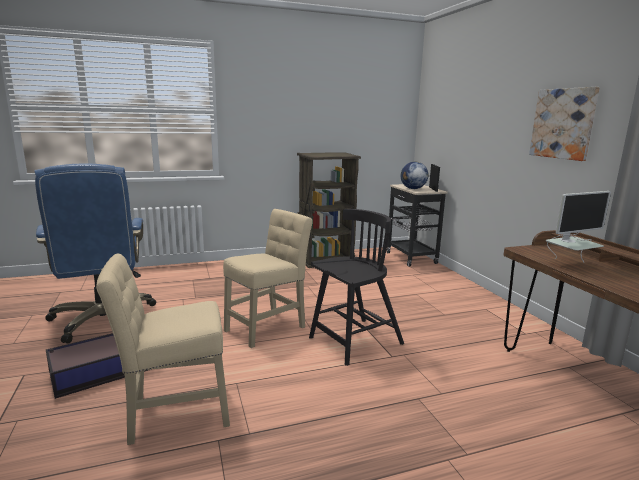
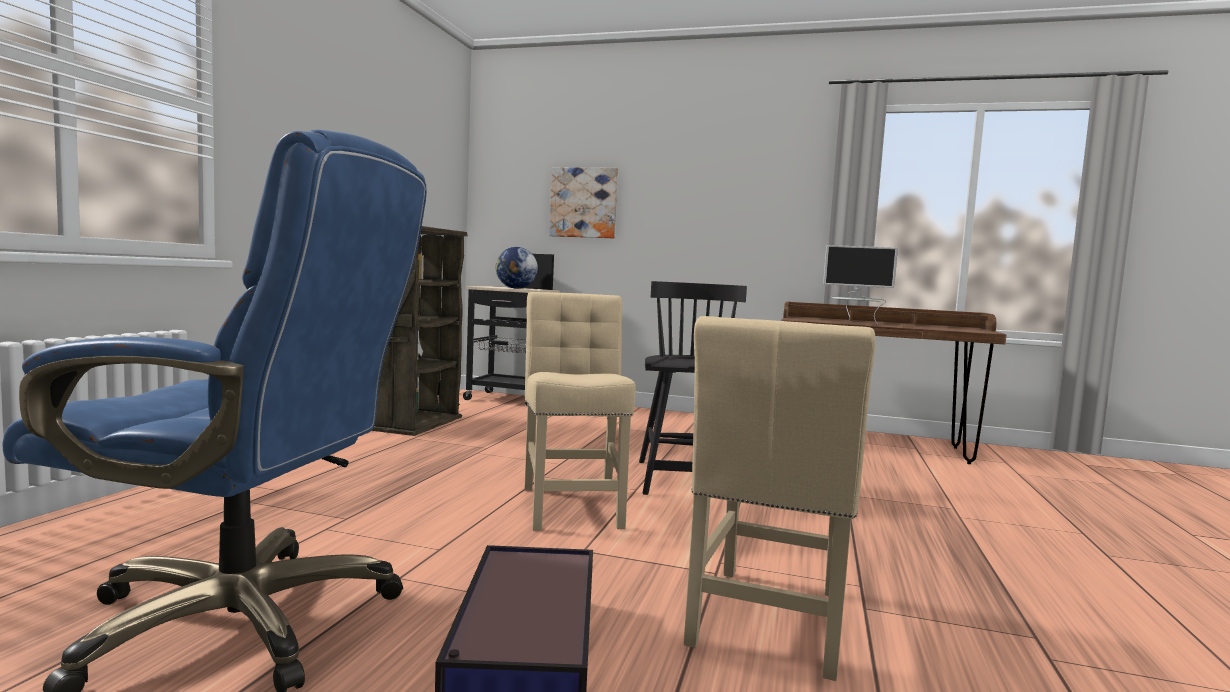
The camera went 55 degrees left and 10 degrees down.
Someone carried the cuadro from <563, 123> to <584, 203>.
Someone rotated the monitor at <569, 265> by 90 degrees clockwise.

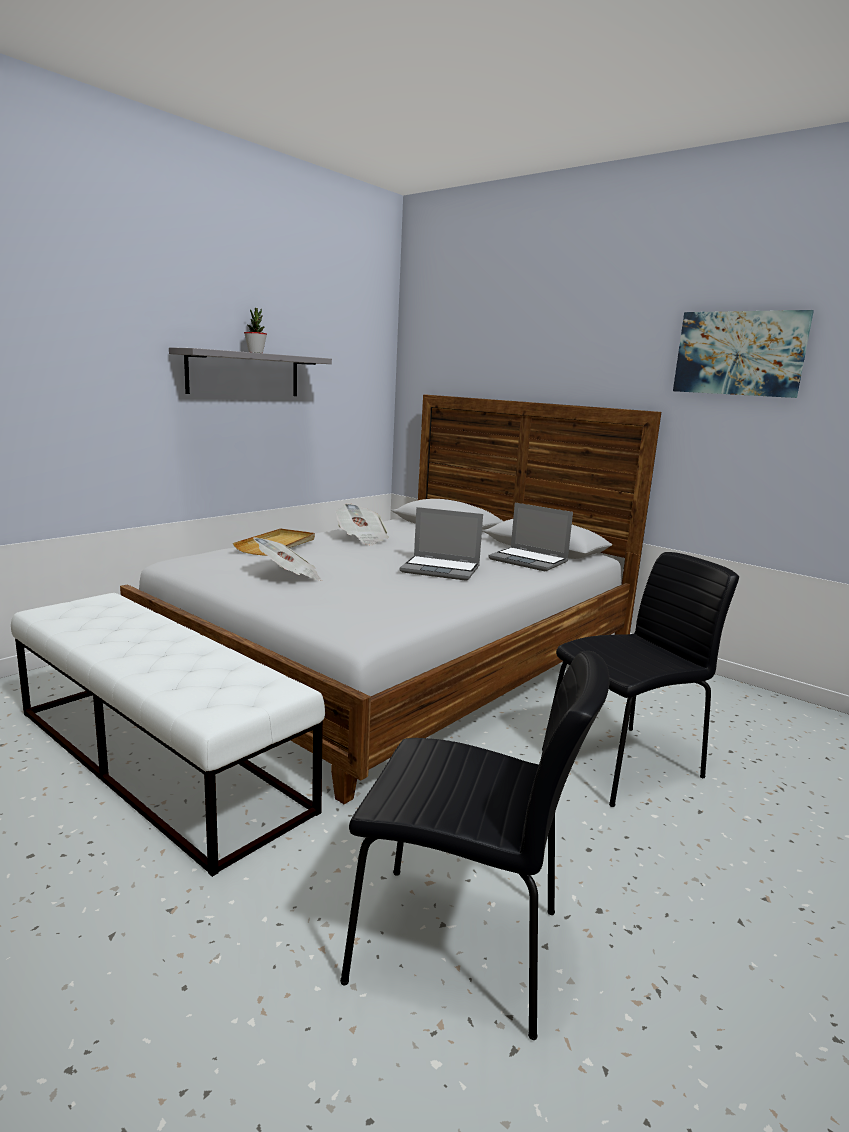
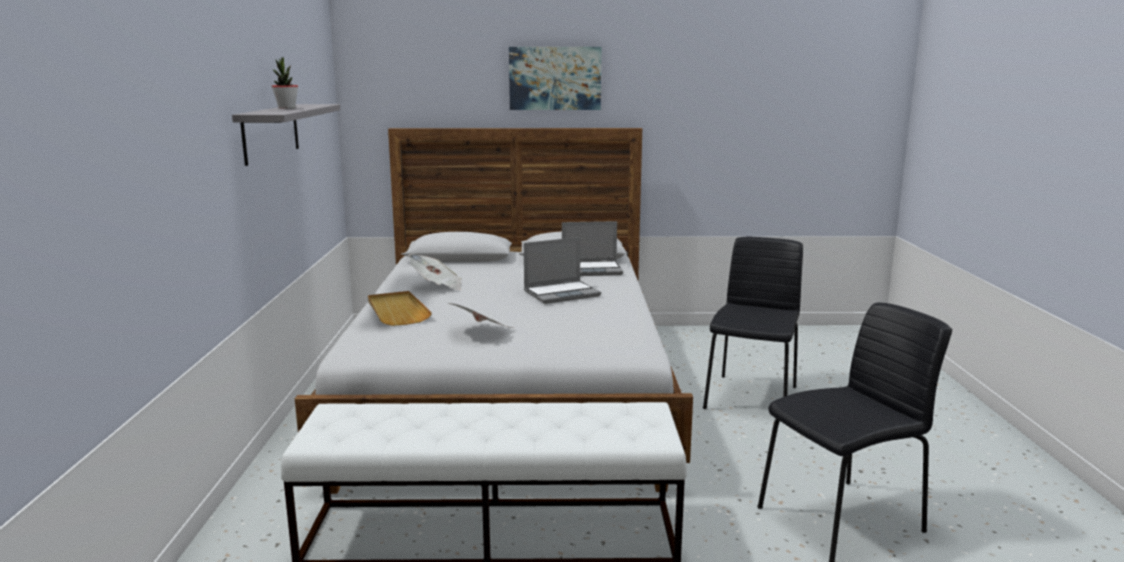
The camera went 40 degrees left and 0 degrees up.
Someone carried the cuadro from <739, 353> to <555, 78>.

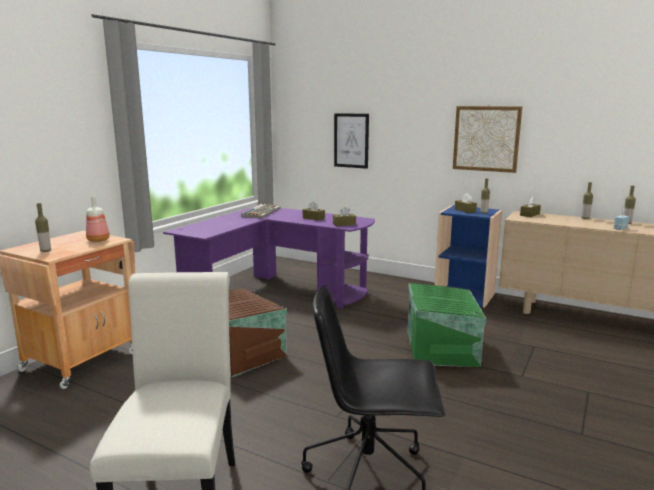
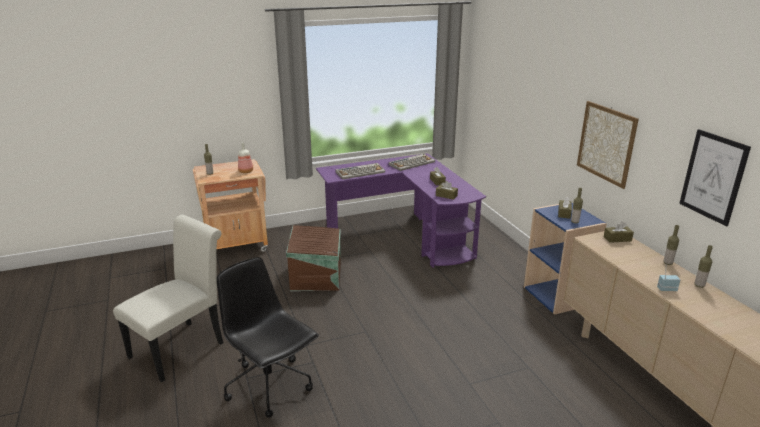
The camera went 40 degrees right and 10 degrees up.
Someone put down the teclado at <360, 172>.
Someone carried the cuadro from <351, 140> to <713, 177>.
Someone took away the caja de almacenaje (verde) at <442, 348>.

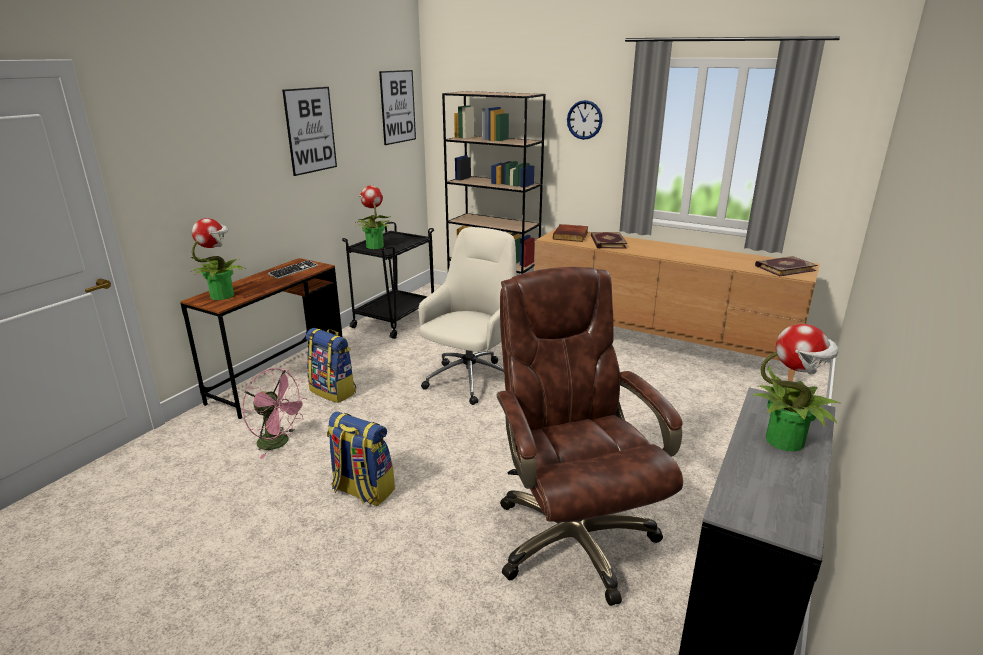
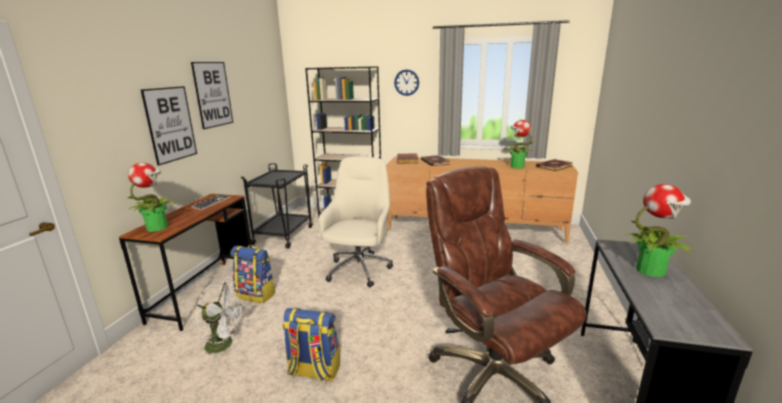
The camera went 15 degrees left and 5 degrees down.
Someone carried the cuadro from <398, 107> to <170, 124>.
Someone repainted the ventilador (rosa) at <279, 443>, which became the ventilador (blanco) at <225, 345>.
Someone carried the planta en maceta from <374, 246> to <516, 166>.

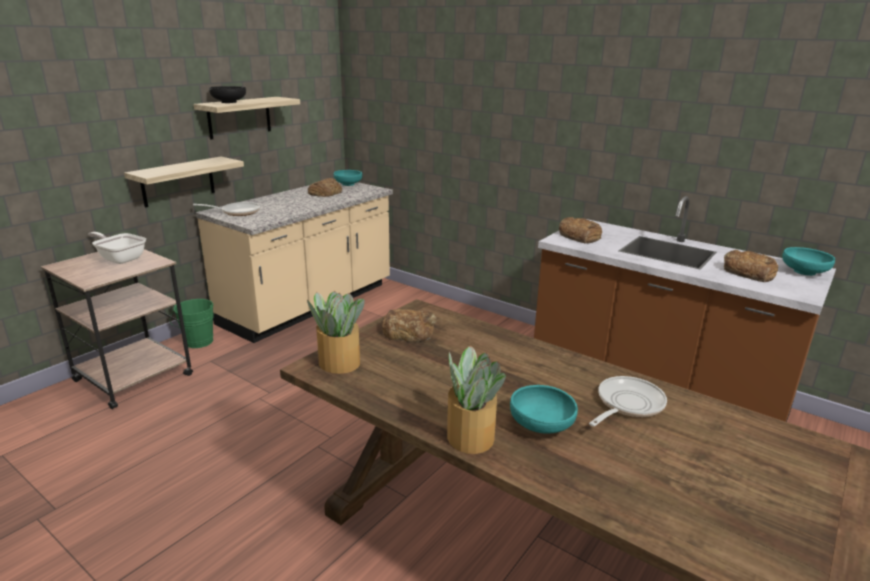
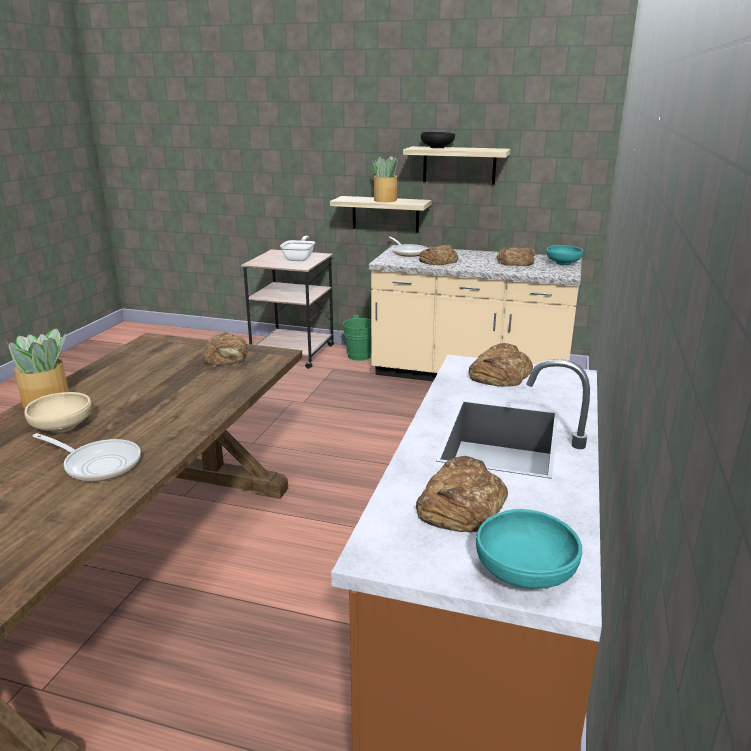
The camera went 70 degrees right and 0 degrees up.
Someone repainted the cuenco (turquesa) at <541, 425>, which became the cuenco (beis) at <62, 426>.
Someone carried the planta en maceta from <338, 362> to <385, 200>.
Someone put down the pan at <439, 260>.

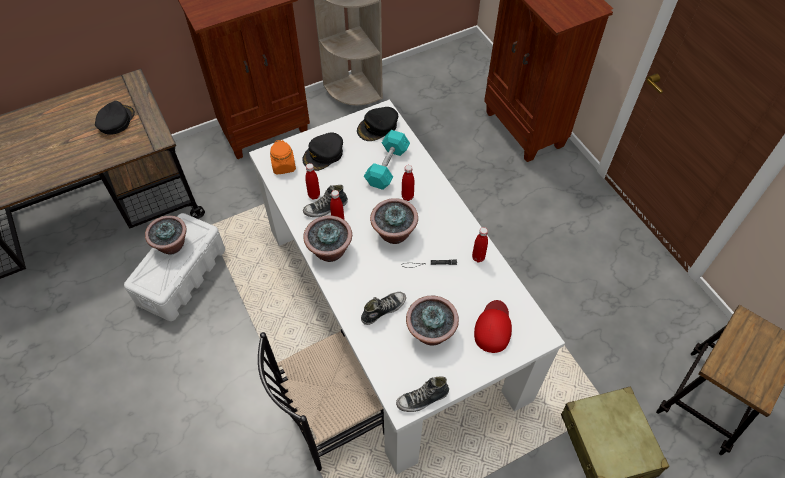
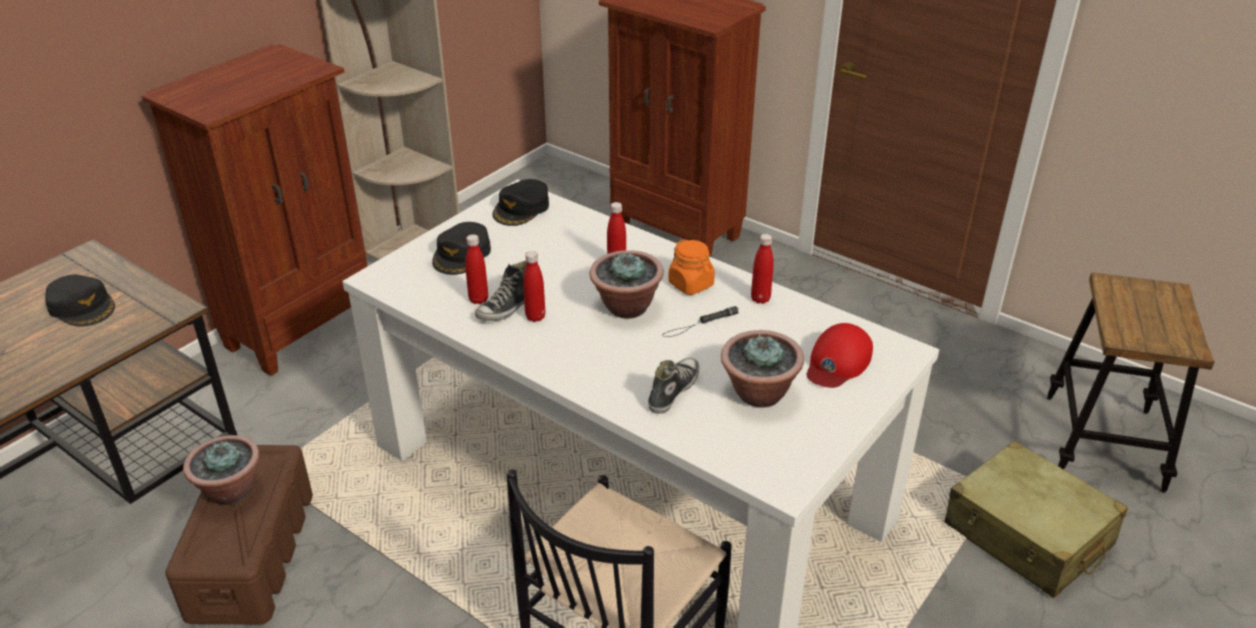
The camera went 25 degrees left and 20 degrees down.
Someone rotated the gorra (negro) at <115, 120> by 135 degrees clockwise.
Someone repainted the caja de almacenaje (blanco) at <182, 275>, which became the caja de almacenaje (marrón) at <252, 554>.
Someone carried the tarro (naranja) from <284, 166> to <691, 284>.
Someone rotated the gorra (rojo) at <493, 327> by 135 degrees counterclockwise.
Someone took away the planta en maceta at <329, 251>.
Someone took away the mancuerna (turquesa) at <387, 167>.
Someone took away the zapato at <422, 399>.

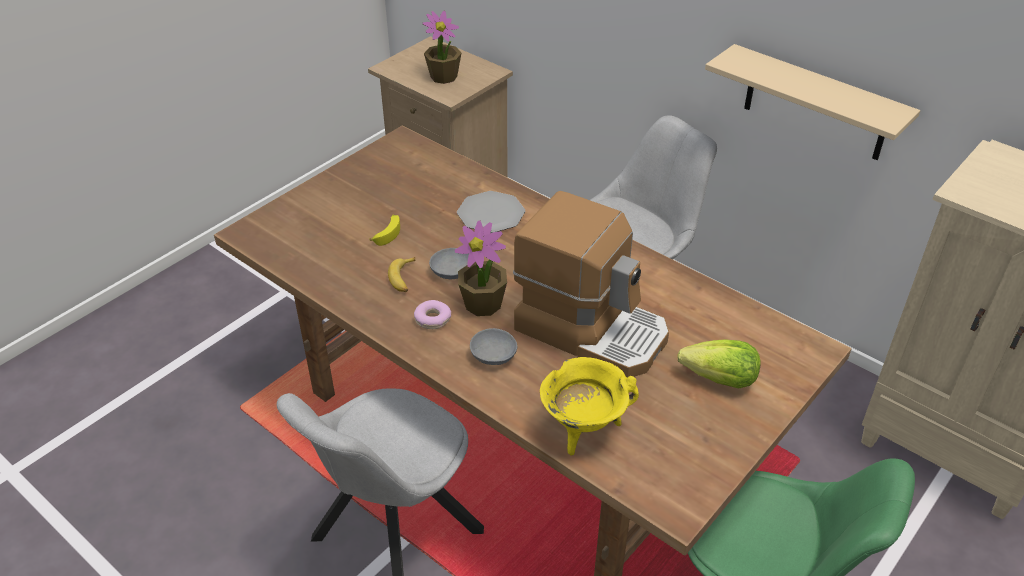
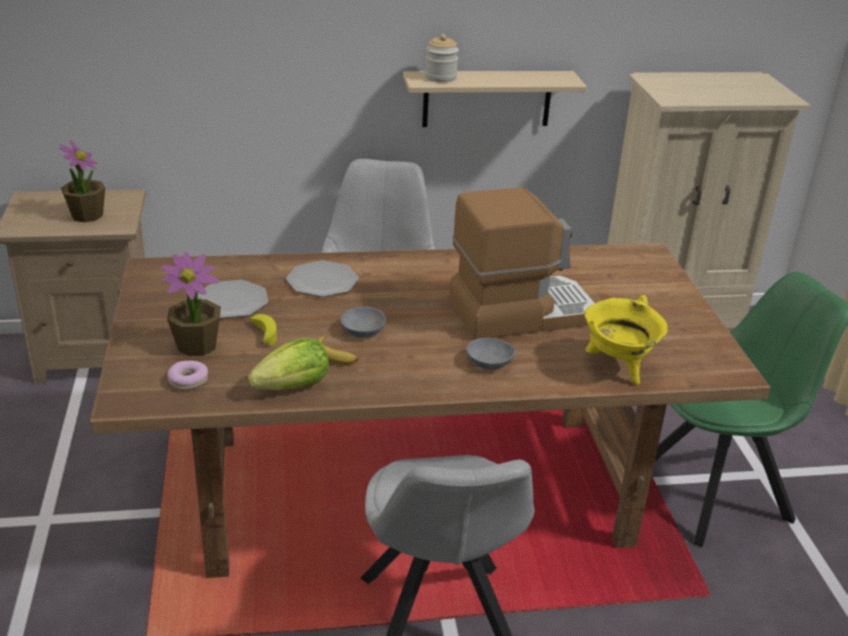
The camera went 50 degrees left and 10 degrees down.
Someone carried the planta en maceta from <483, 304> to <197, 345>.
Someone carried the rosquilla from <433, 319> to <188, 380>.
Someone put down the plato at <231, 301>.
Someone carried the lechuga from <720, 379> to <294, 387>.
Someone put down the tarro at <440, 77>.

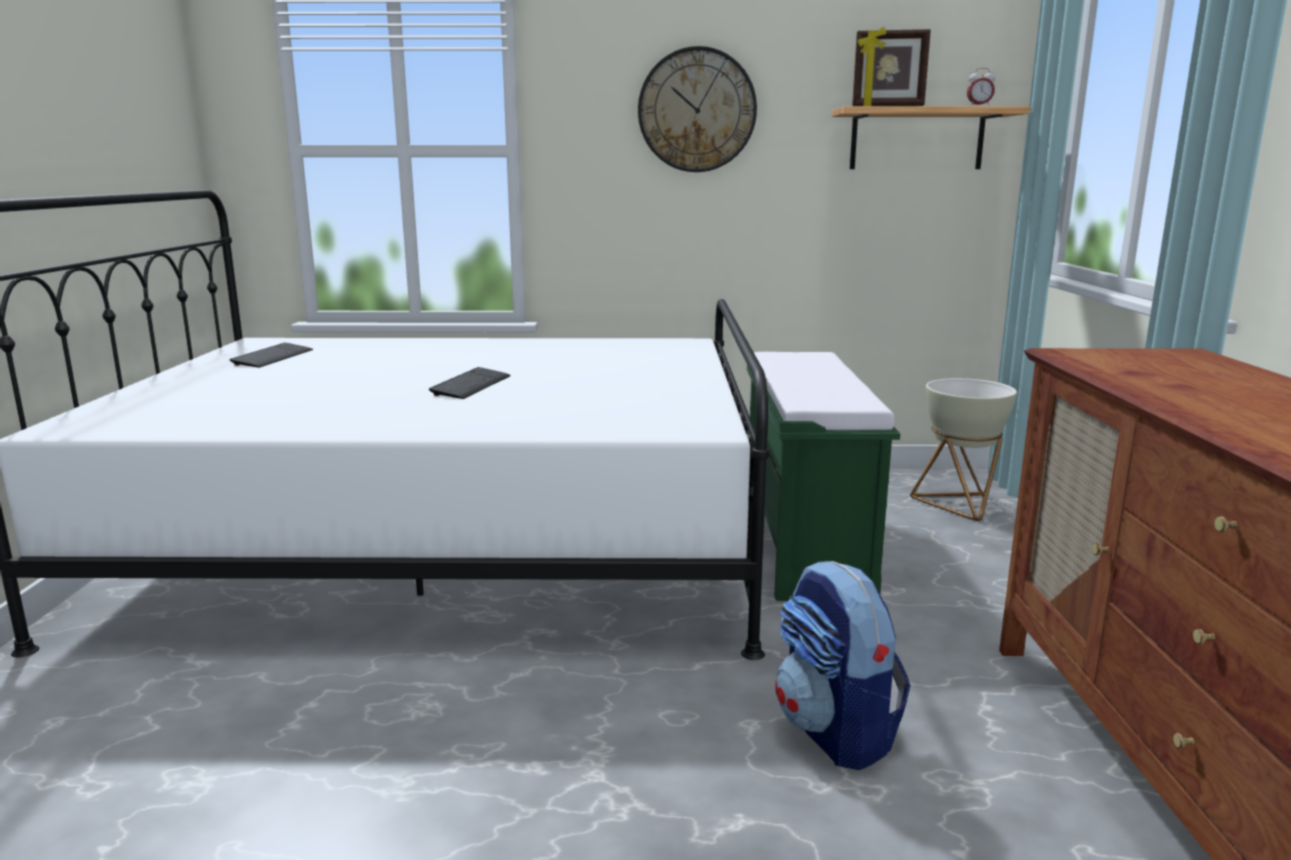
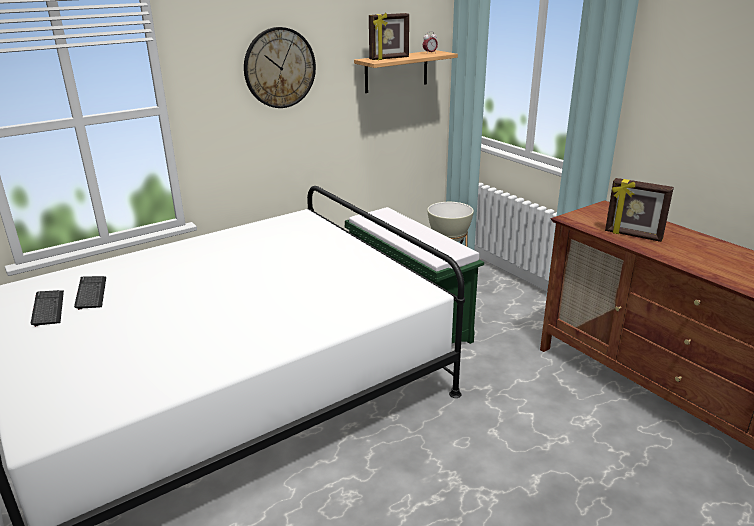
The camera went 35 degrees left and 10 degrees up.
Someone carried the teclado from <471, 385> to <91, 293>.
Someone put down the portarretratos at <633, 235>.
Someone took away the mochila at <835, 732>.

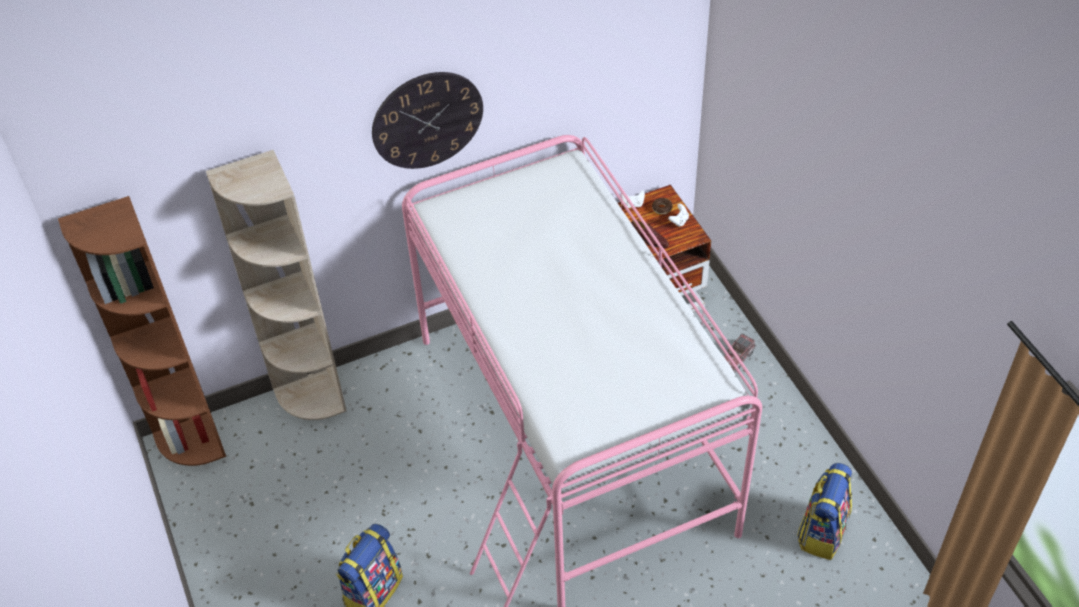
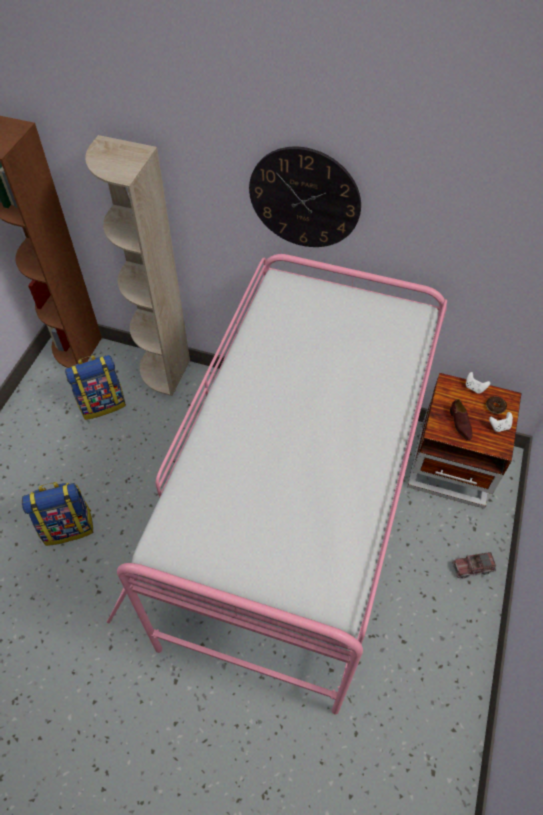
The camera went 40 degrees right and 5 degrees up.
Someone carried the mochila from <822, 531> to <102, 403>.

